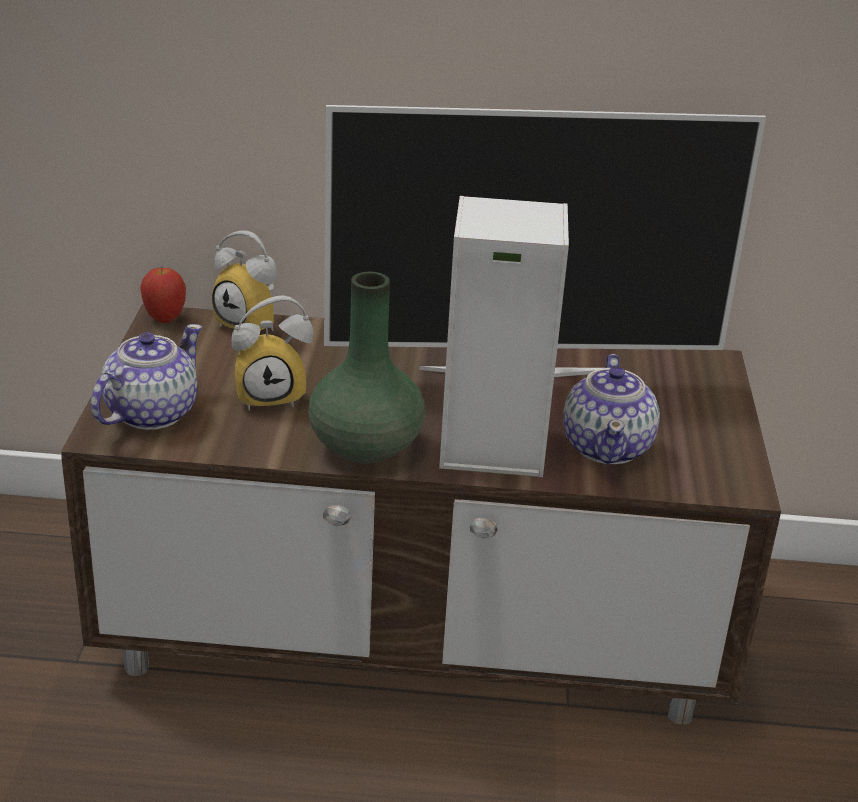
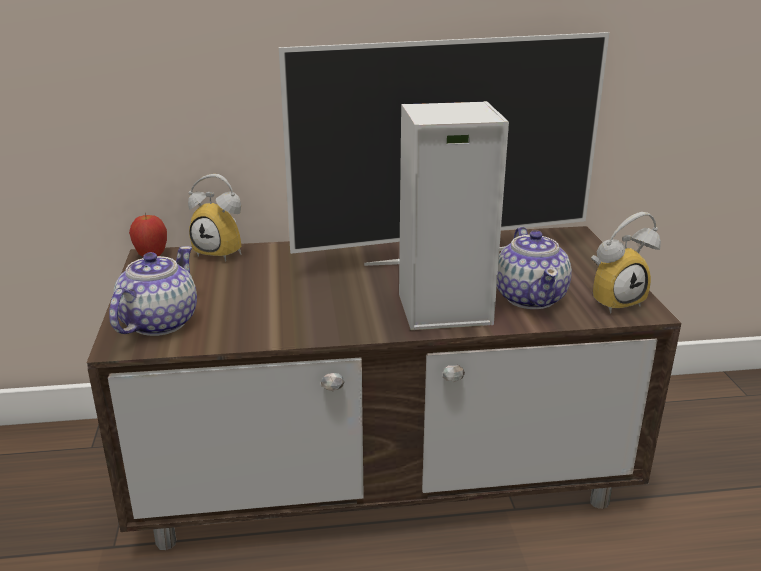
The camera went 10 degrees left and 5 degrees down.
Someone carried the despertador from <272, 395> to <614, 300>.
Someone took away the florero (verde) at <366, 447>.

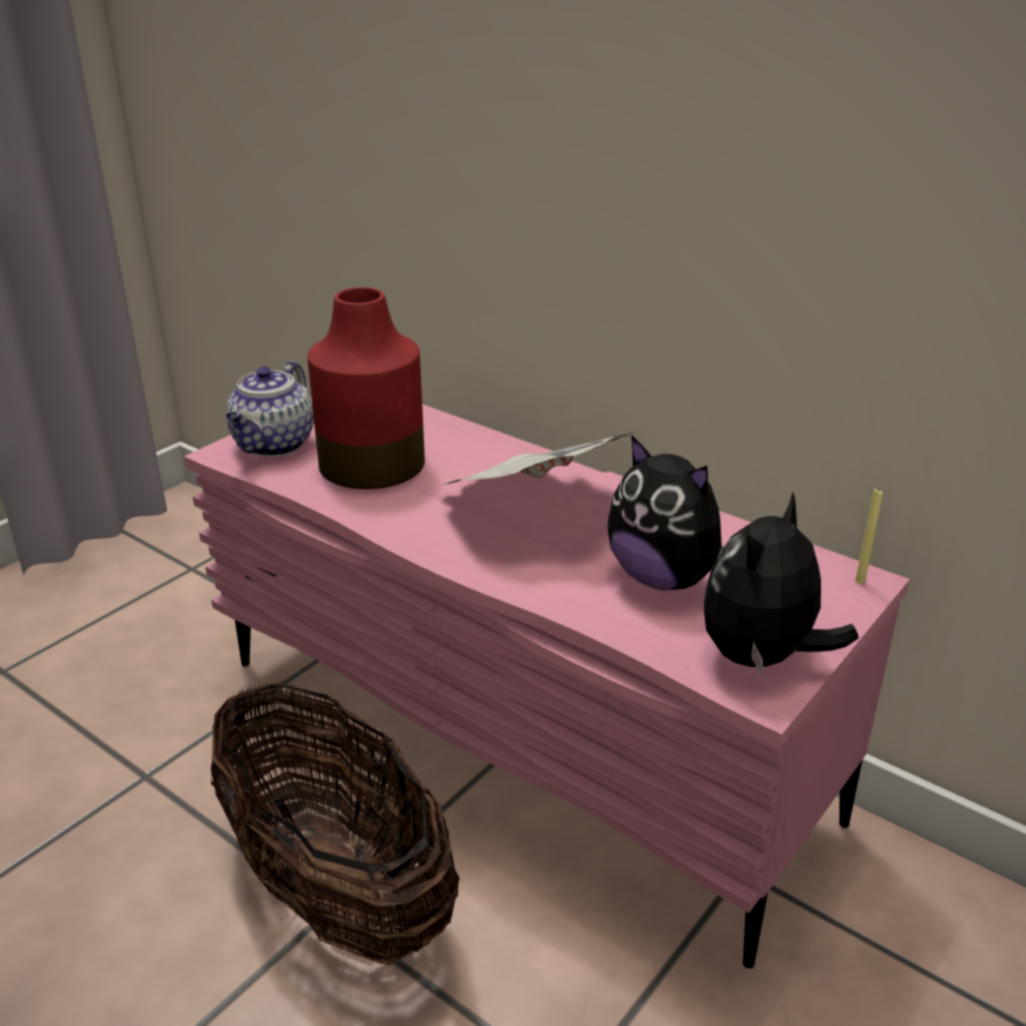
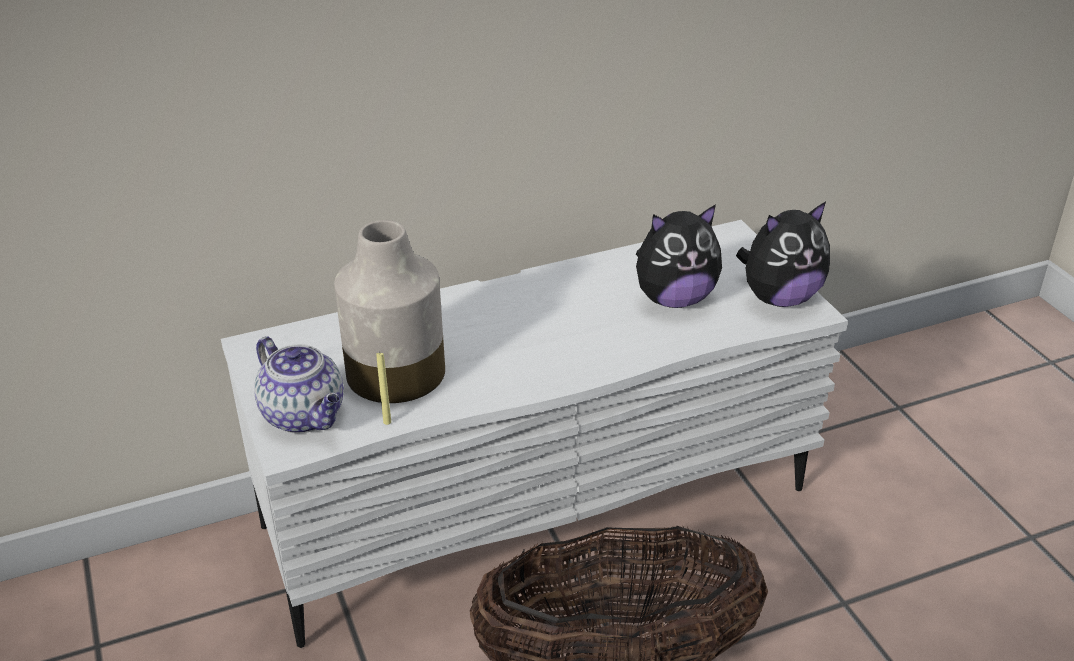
The camera went 60 degrees left and 5 degrees up.
Someone repainted the mueble de televisión (rosa) at <515, 742>, which became the mueble de televisión (blanco) at <539, 511>.
Someone repainted the florero (rojo) at <371, 463>, which became the florero (beis) at <396, 372>.
Someone carried the vela (amarillo) from <860, 581> to <387, 422>.
Someone rotated the peluche at <762, 657> by 90 degrees counterclockwise.
Someone took away the periódico at <533, 505>.

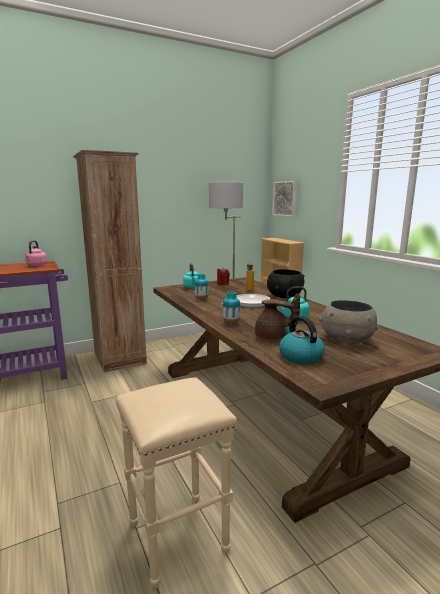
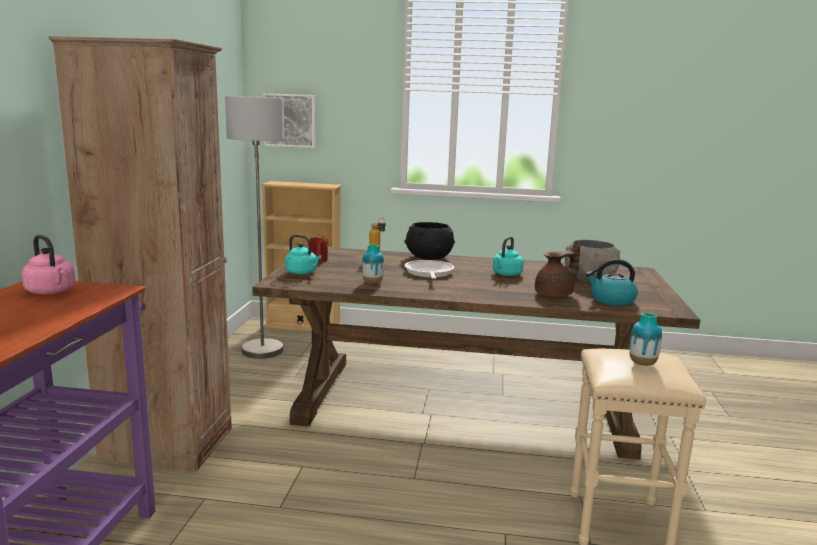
The camera went 55 degrees left and 0 degrees up.
Someone carried the florero from <231, 323> to <642, 363>.

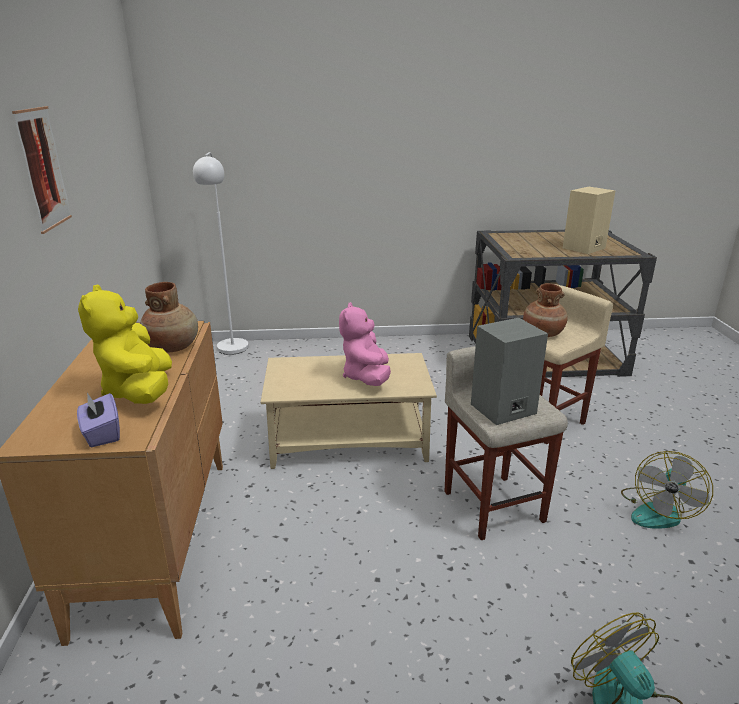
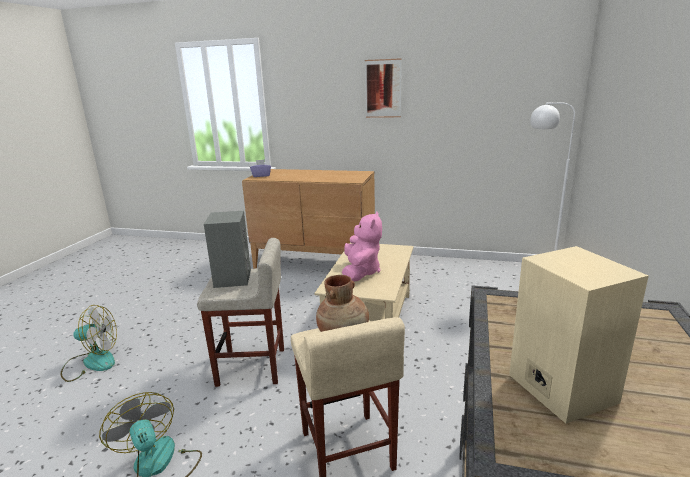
The camera went 110 degrees right and 5 degrees down.
Someone rotated the peluche (rosa) at <366, 377> by 75 degrees clockwise.
Someone took away the peluche (amarillo) at <139, 391>.
Someone took away the florero (marrón) at <173, 347>.

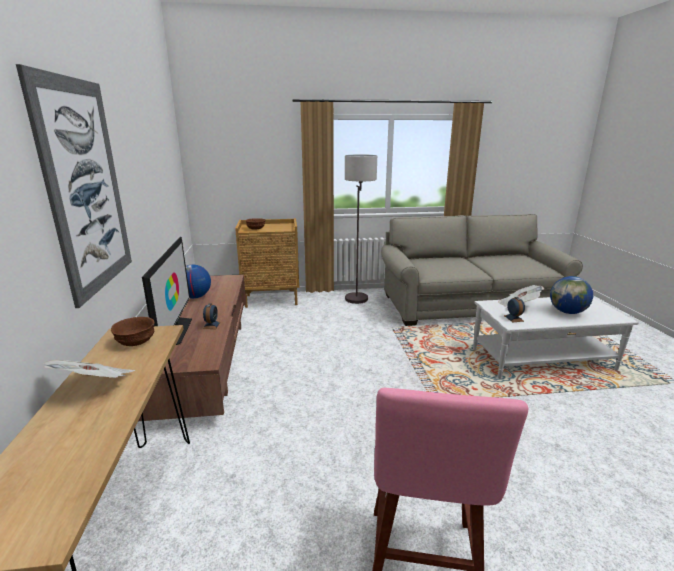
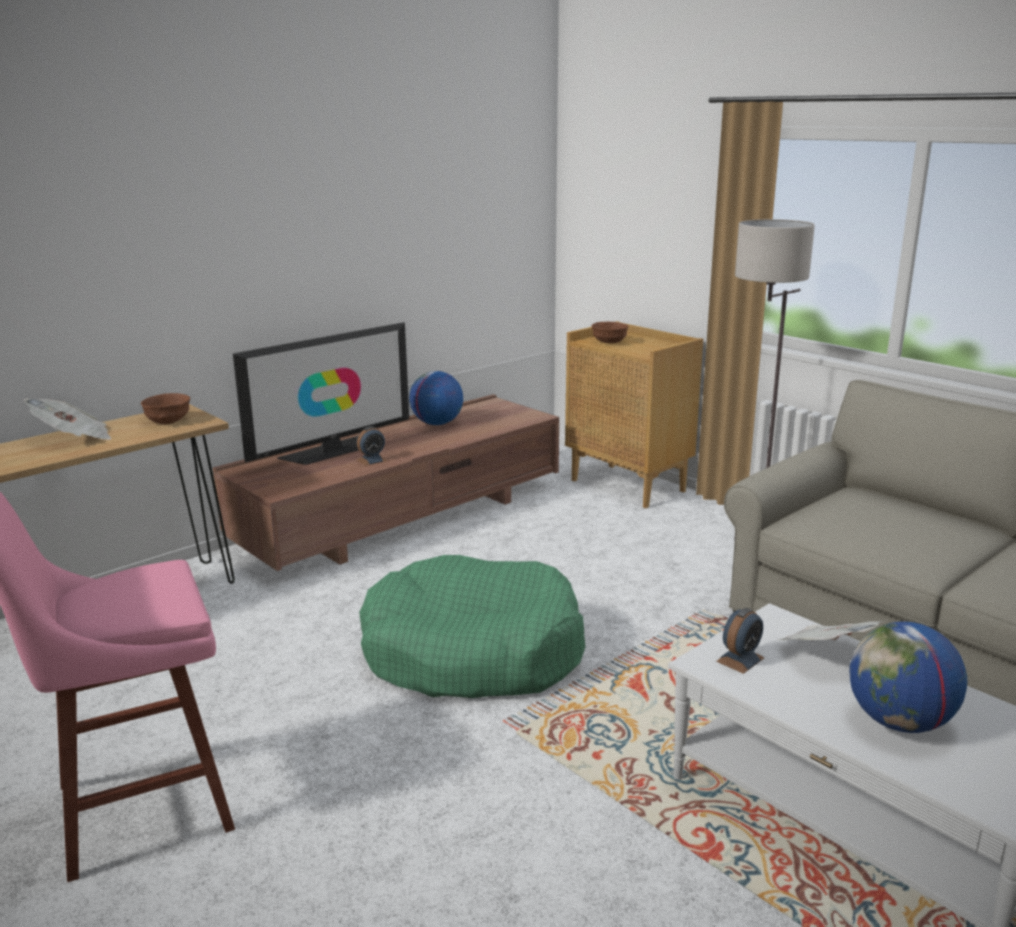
The camera went 55 degrees right and 0 degrees up.
Someone put down the cama para perro (verde) at <472, 652>.
Someone took away the cuadro at <86, 187>.

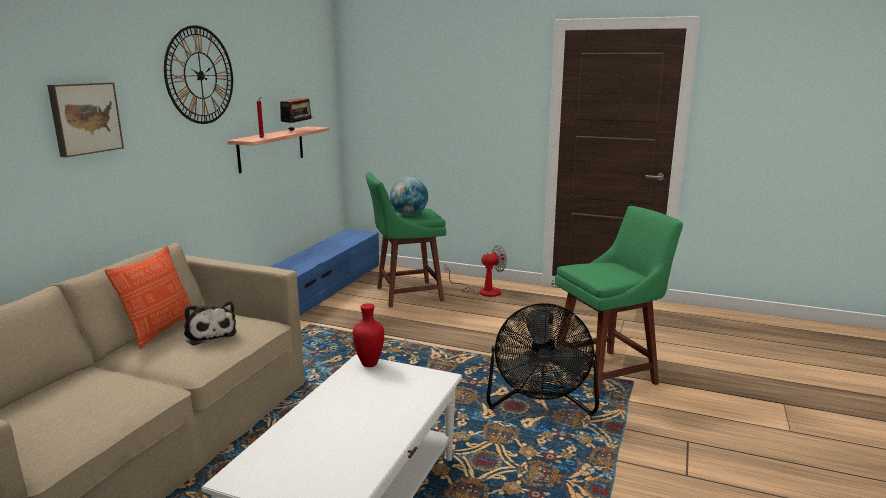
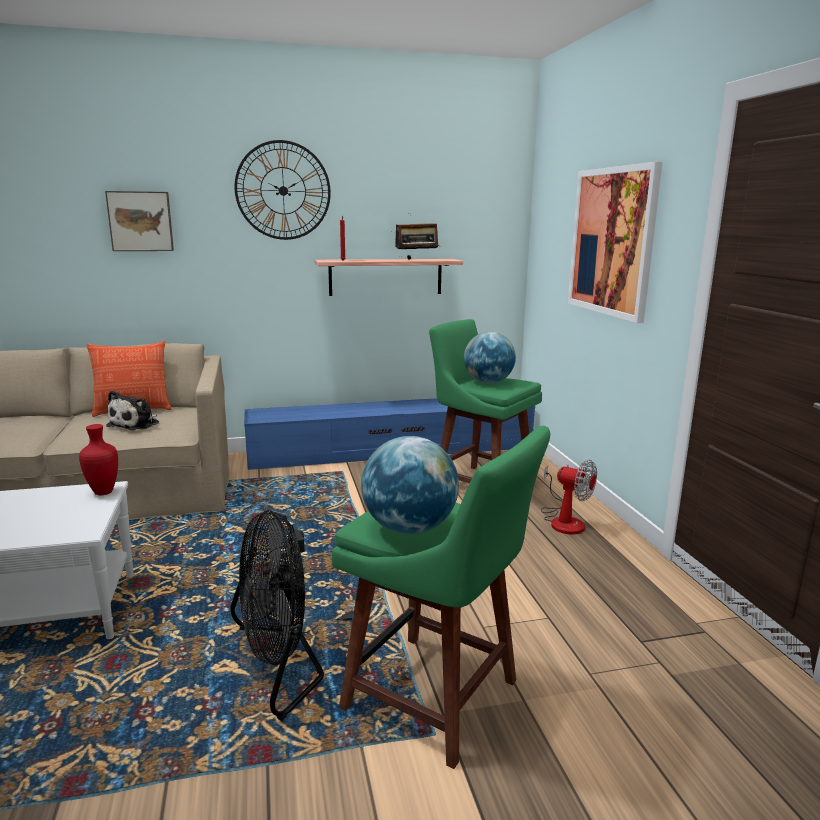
The camera went 55 degrees right and 0 degrees up.
Someone put down the globo terráqueo at <409, 528>.
Someone put up the cuadro at <611, 241>.

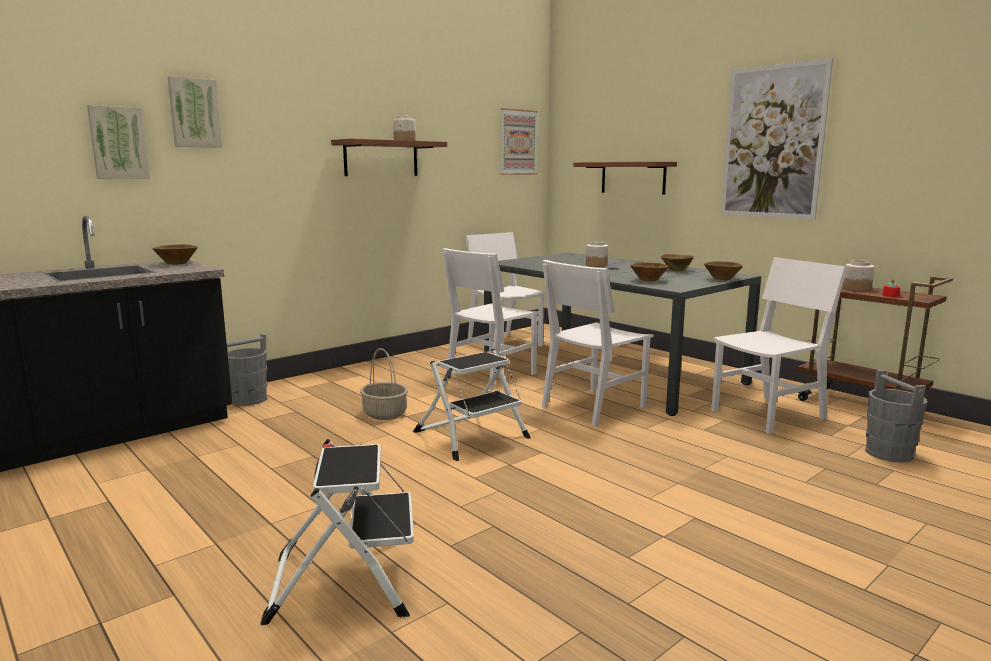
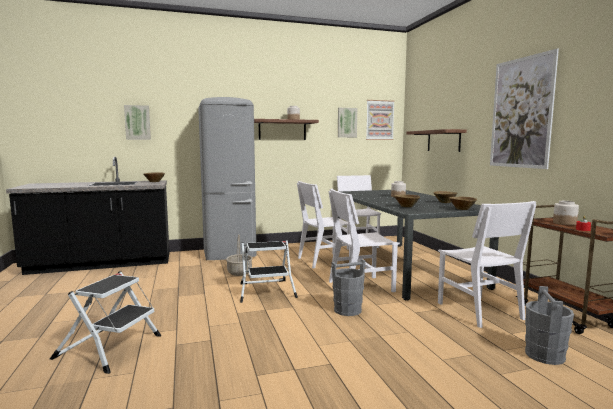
The camera went 25 degrees right and 5 degrees down.
Someone put down the nevera (gris) at <230, 254>.
Someone carried the cubo (gris) from <249, 399> to <348, 310>.
Someone carried the cuadro from <194, 113> to <346, 122>.
Someone rotated the silla (blanco) at <768, 414> by 75 degrees clockwise.

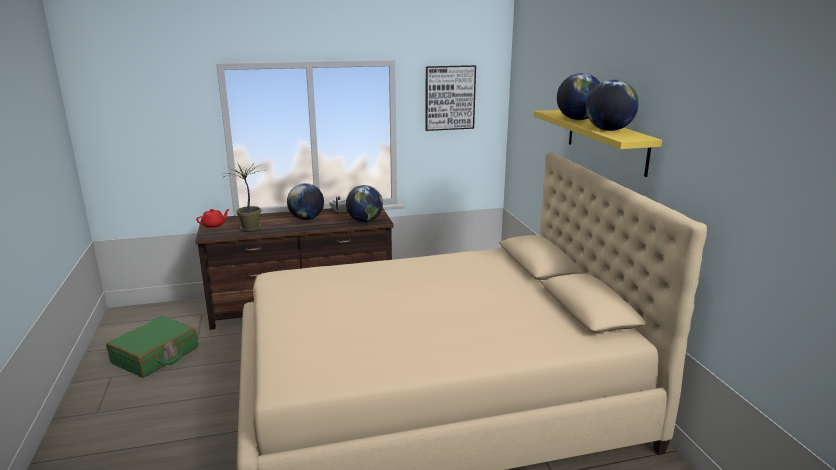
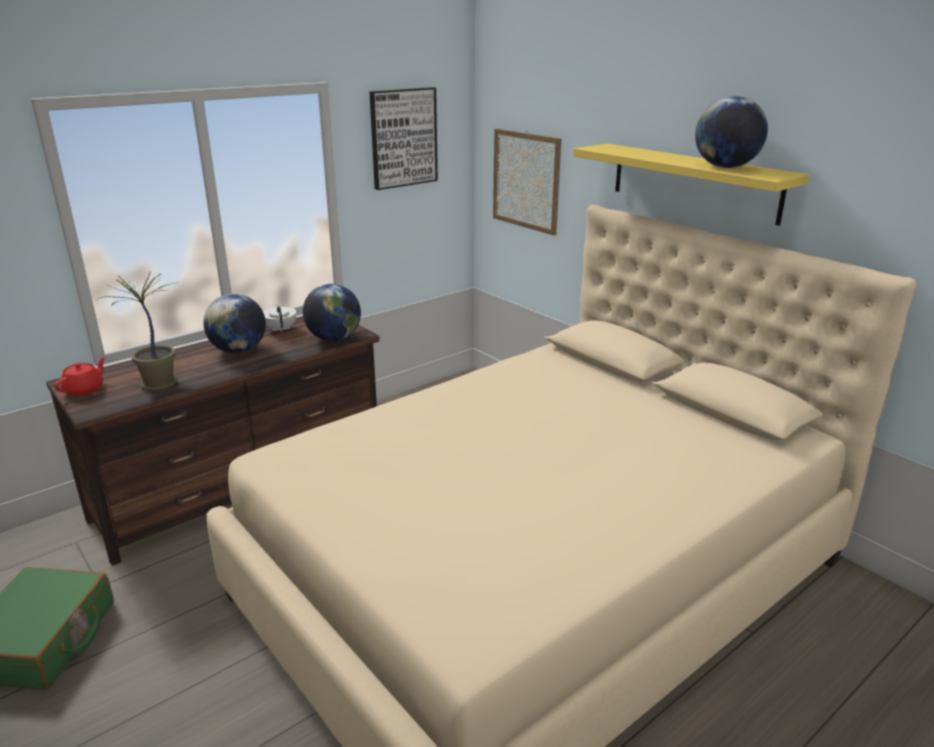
The camera went 25 degrees left and 5 degrees up.
Someone put up the cuadro at <526, 179>.
Someone took away the globo terráqueo at <577, 119>.

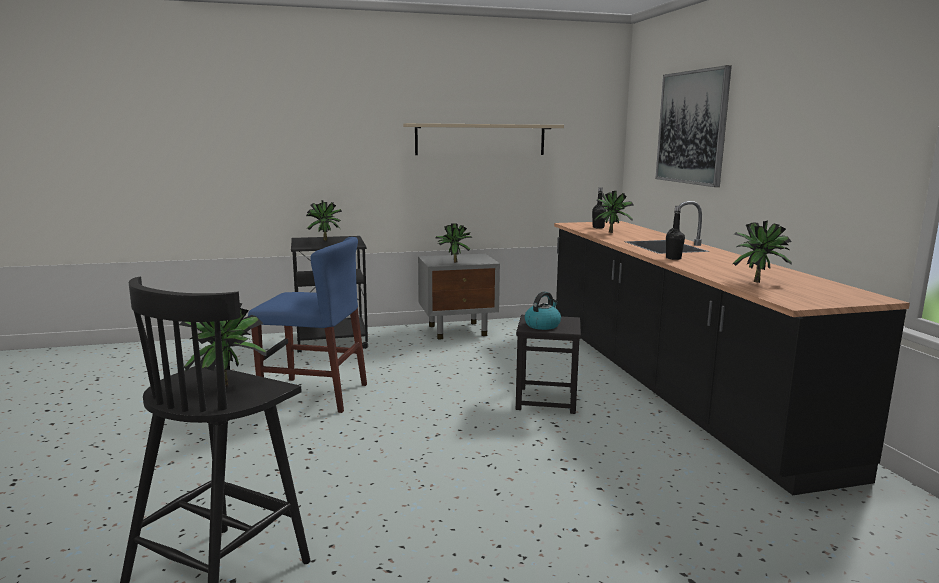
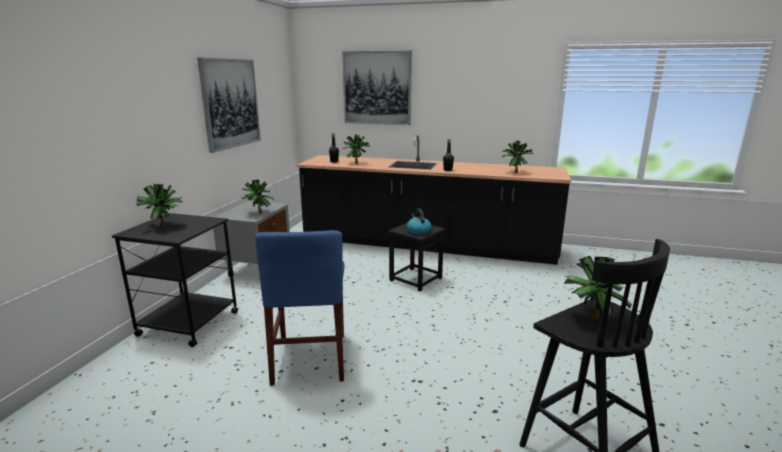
The camera went 60 degrees left and 5 degrees up.
Someone swapped the estante (beis) at <480, 139> for the cuadro at <230, 103>.
Someone rotated the silla (azul) at <314, 394> by 135 degrees clockwise.

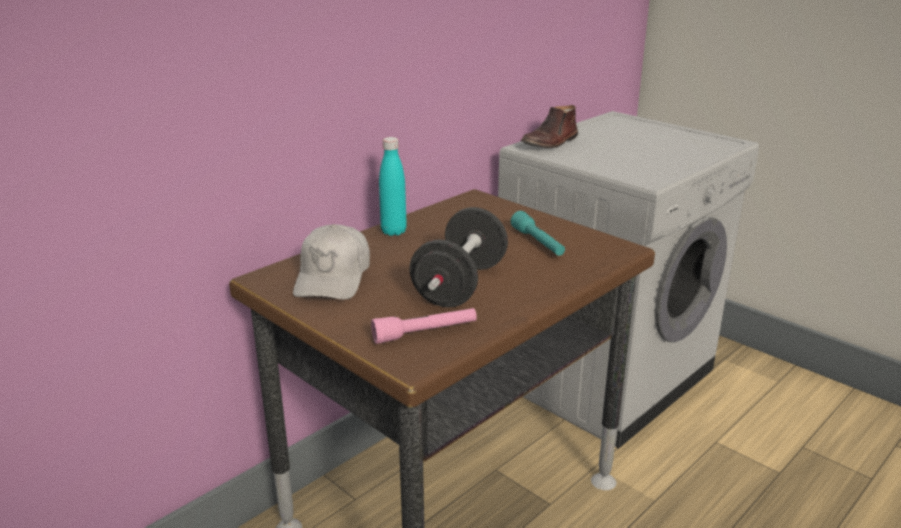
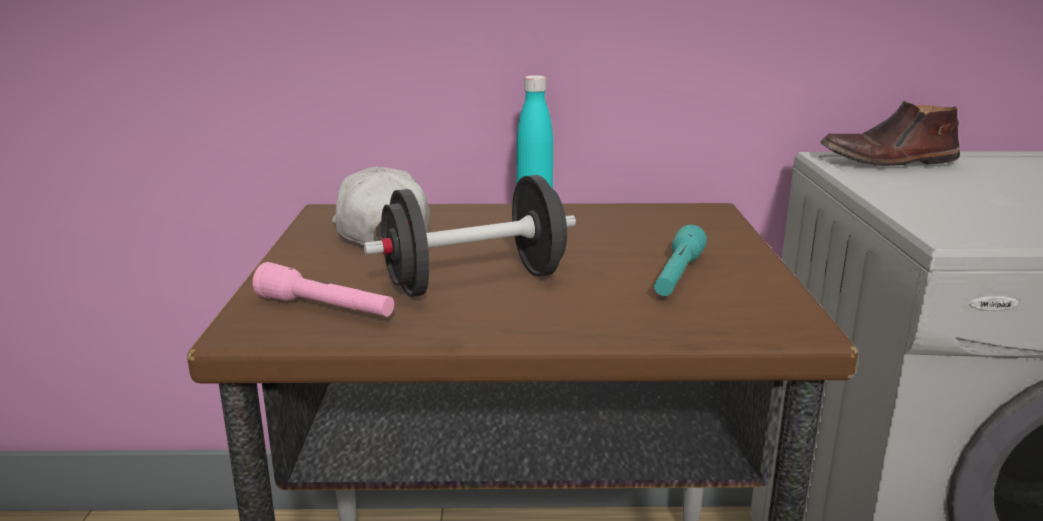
The camera went 45 degrees right and 5 degrees down.
Someone rotated the gorra (blanco) at <333, 277> by 105 degrees clockwise.

